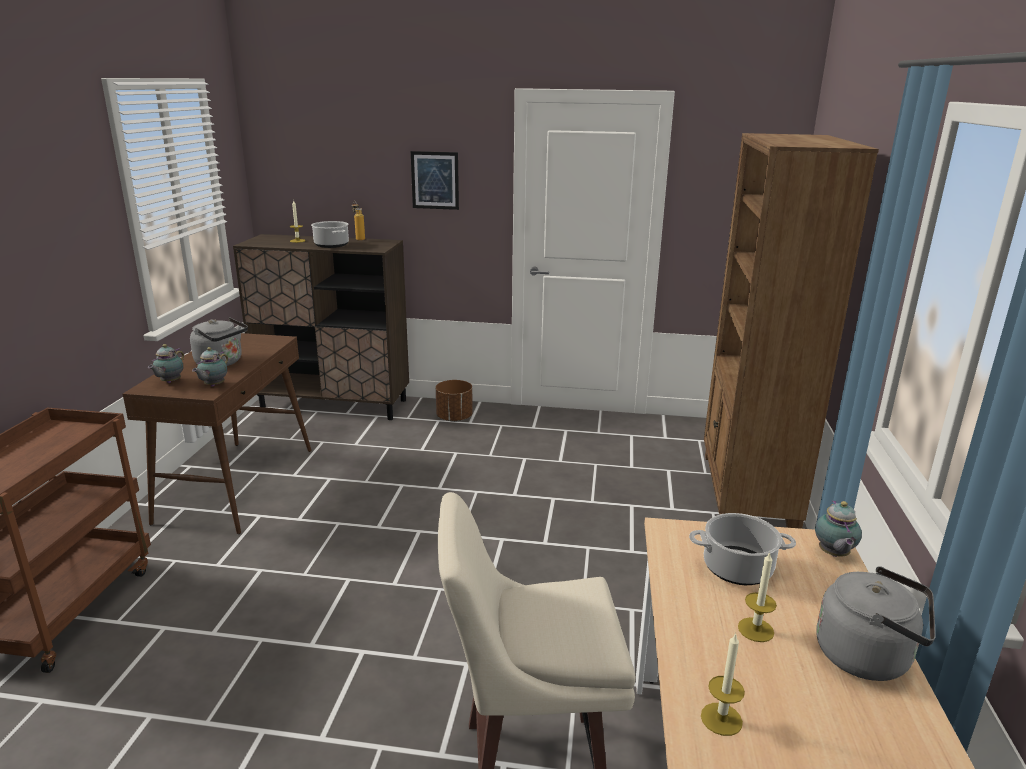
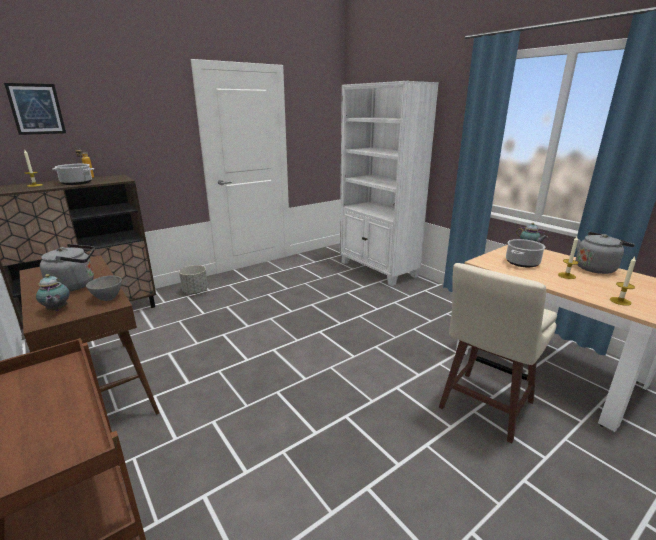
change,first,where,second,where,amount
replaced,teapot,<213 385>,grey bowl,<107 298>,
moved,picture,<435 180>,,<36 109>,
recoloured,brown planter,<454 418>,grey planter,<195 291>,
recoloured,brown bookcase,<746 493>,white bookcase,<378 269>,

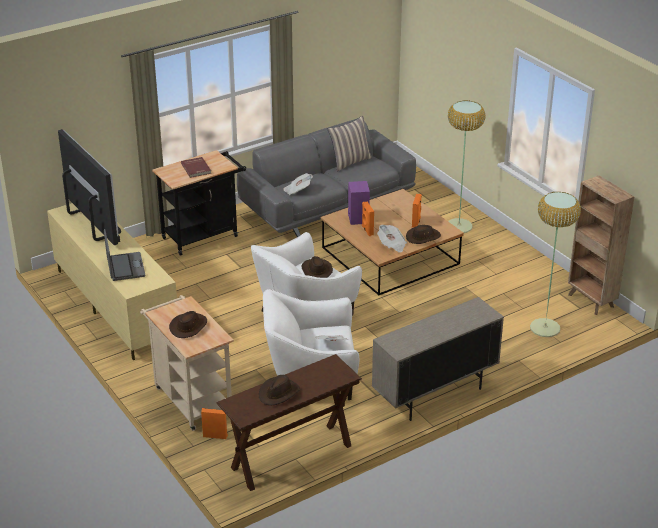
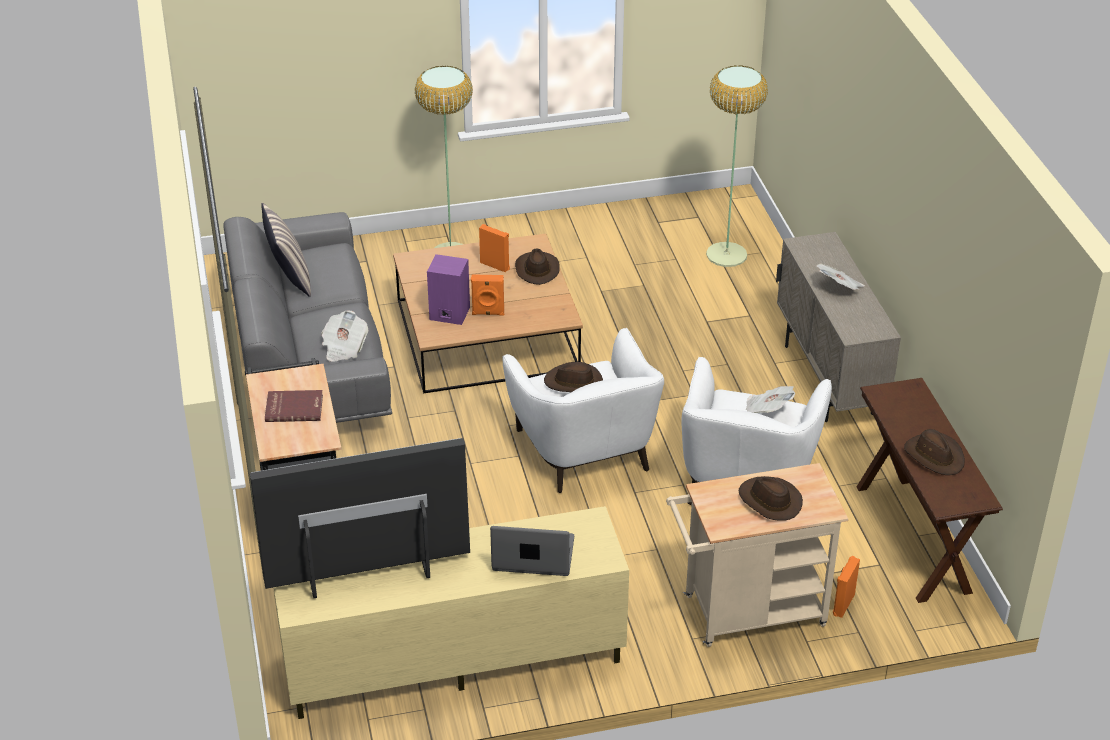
change,first,where,second,where,amount
moved,newspaper,<392 245>,,<840 288>,
removed,brown bookcase,<591 301>,,,

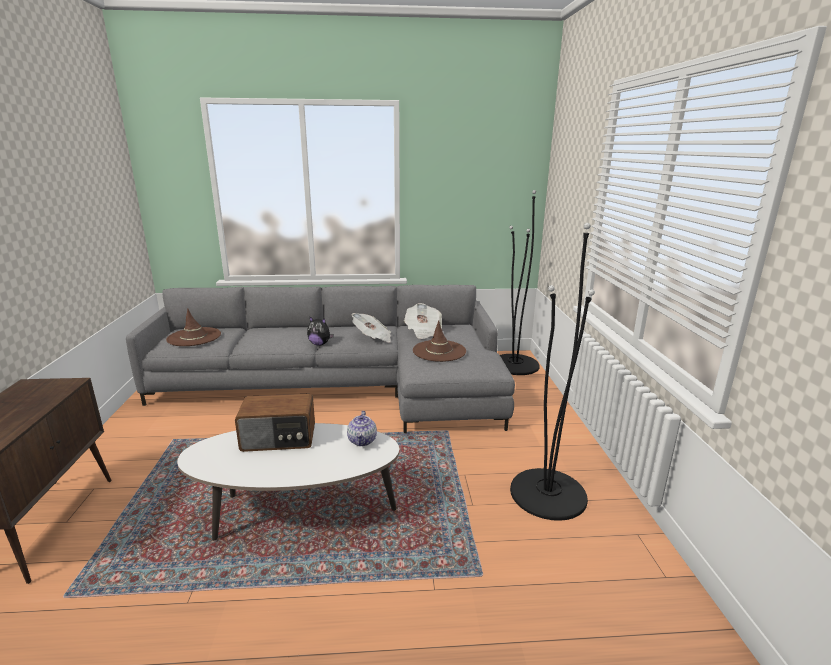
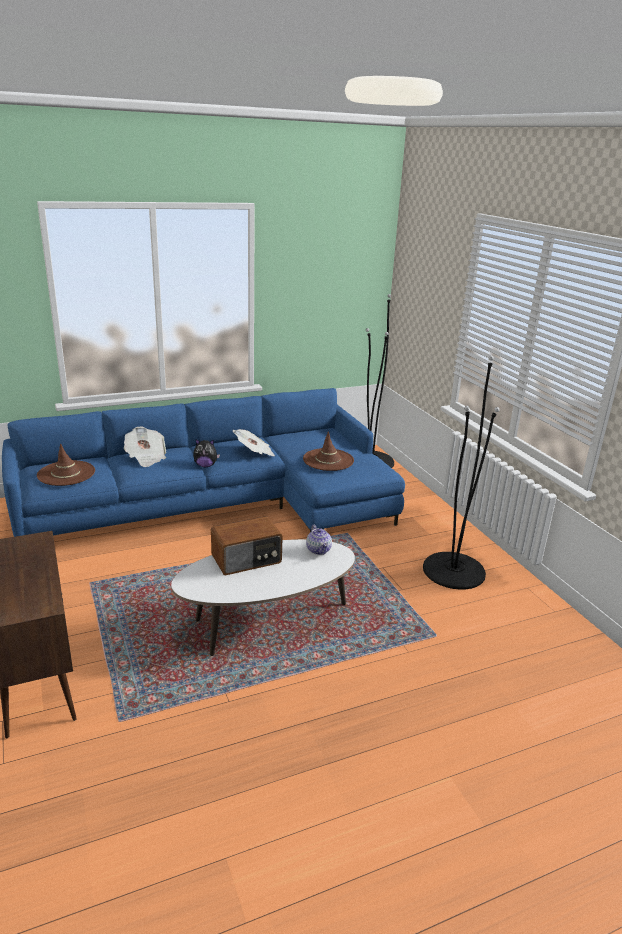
change,first,where,second,where,amount
recoloured,grey sofa,<343 386>,blue sofa,<220 505>,
moved,newspaper,<423 331>,,<146 457>,

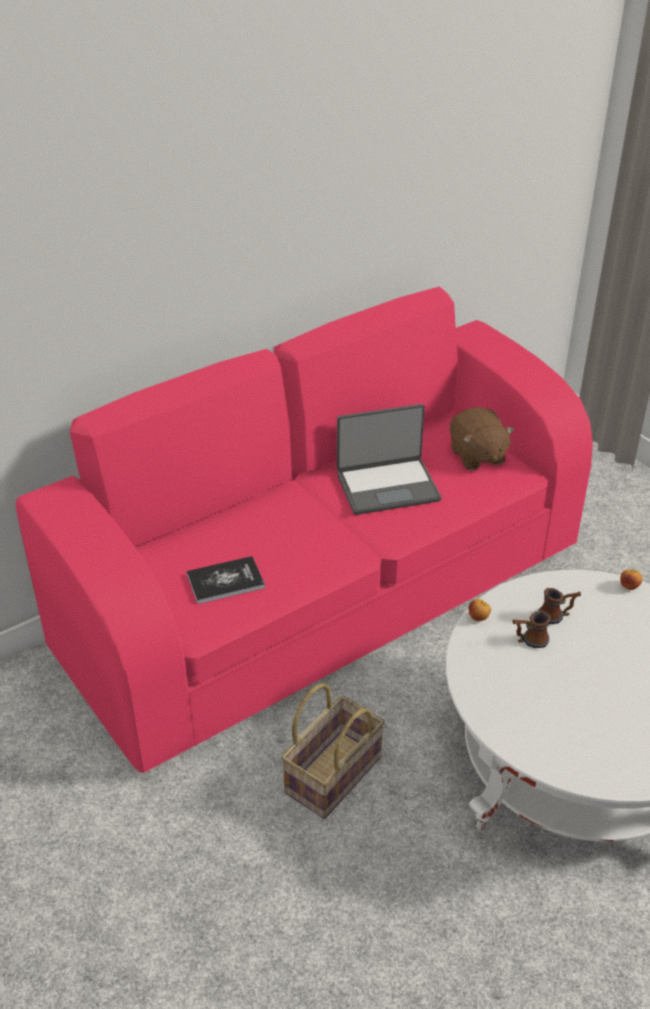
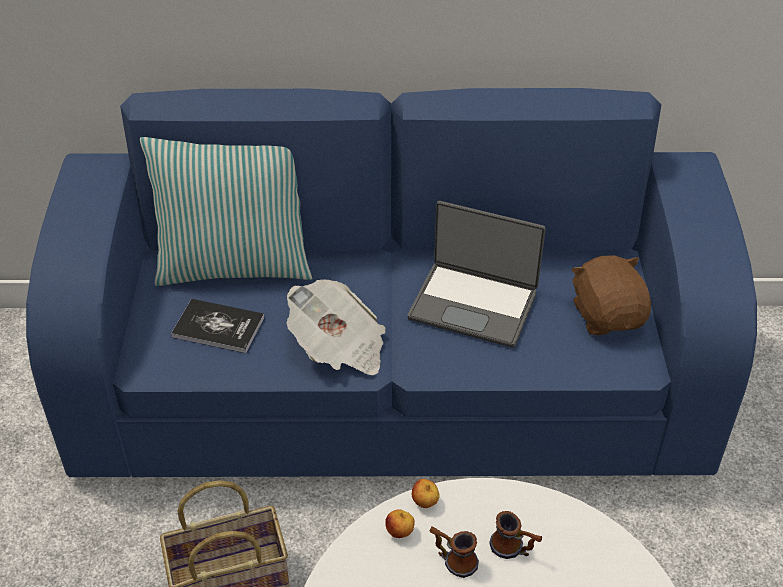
change,first,where,second,where,amount
recoloured,pink sofa,<325 596>,blue sofa,<392 393>,
turned,brown plush toy,<477 456>,,<607 315>,150 degrees clockwise
moved,apple,<629 587>,,<400 532>,
added,,,pillow,<235 264>,
added,,,newspaper,<339 347>,

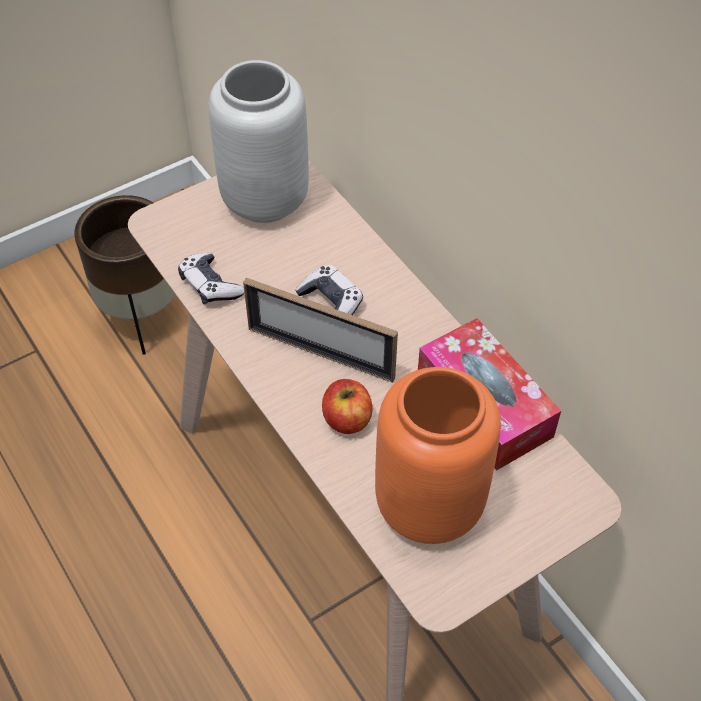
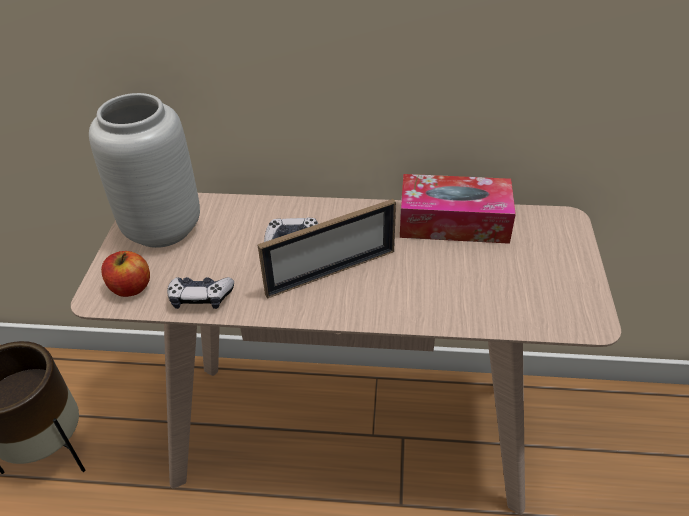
change,first,where,second,where,amount
moved,apple,<347 419>,,<130 287>,
removed,orange vase,<429 507>,,,

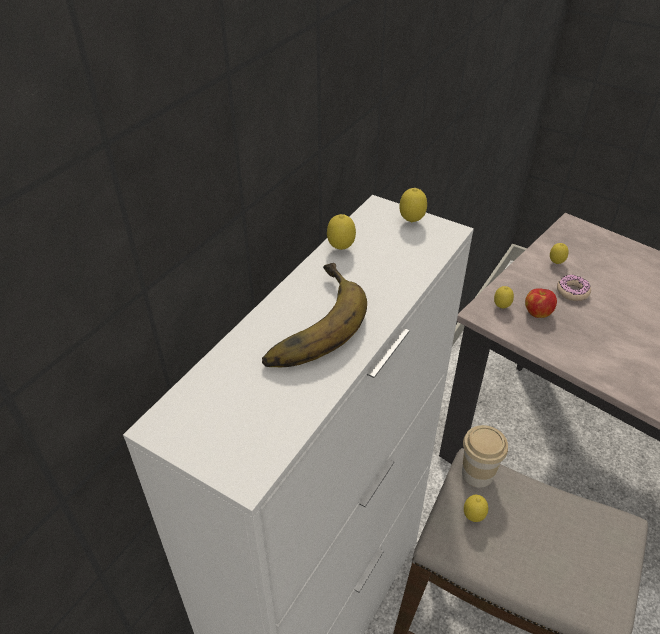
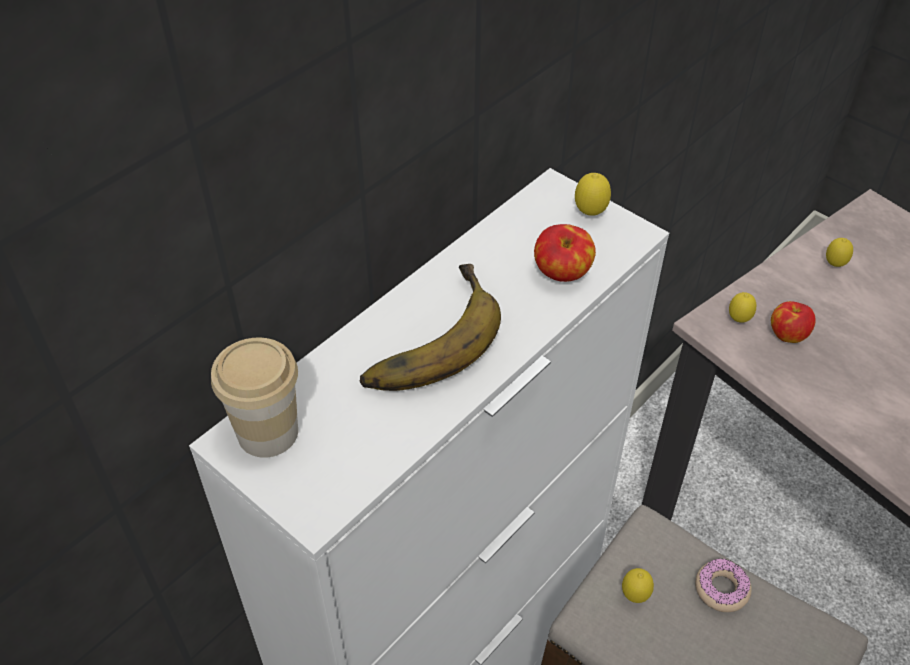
change,first,where,second,where,amount
removed,lemon,<341 249>,,,
moved,cup,<477 473>,,<268 432>,
moved,donut,<572 292>,,<721 589>,
added,,,apple,<562 274>,

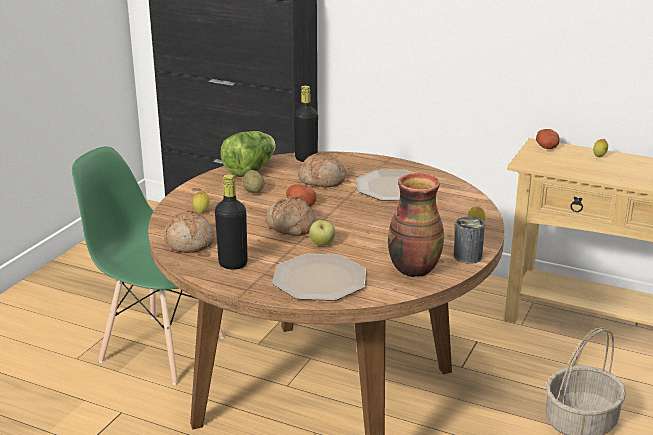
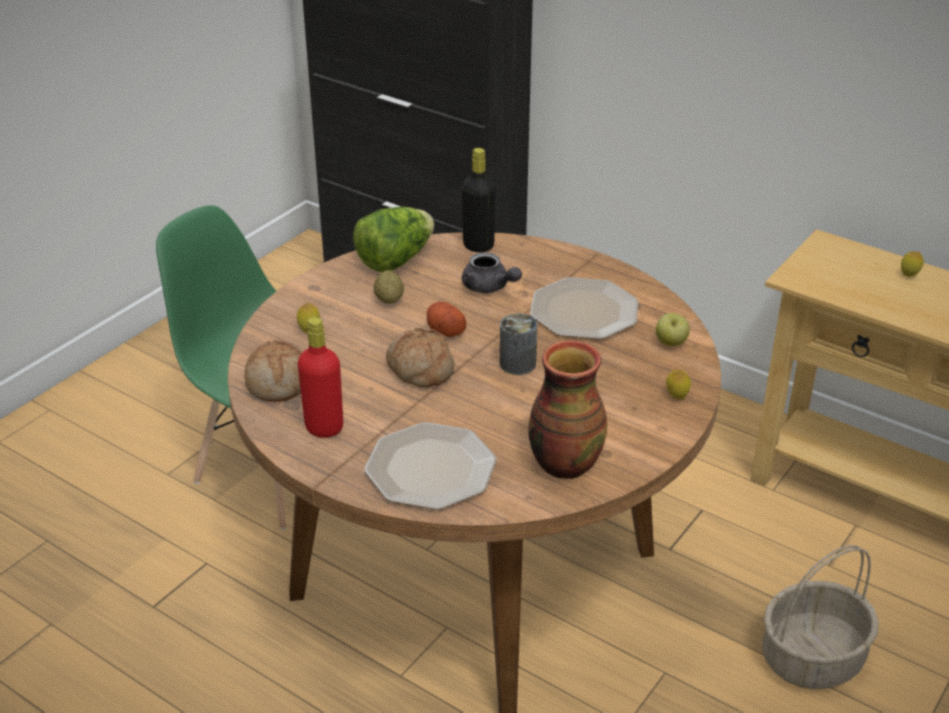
change,first,where,second,where,amount
recoloured,black bottle,<233 264>,red bottle,<324 427>,
replaced,bread,<322 180>,grey teapot,<489 287>,
moved,apple,<322 244>,,<671 343>,
moved,can,<467 256>,,<517 364>,
removed,potato,<547 147>,,,

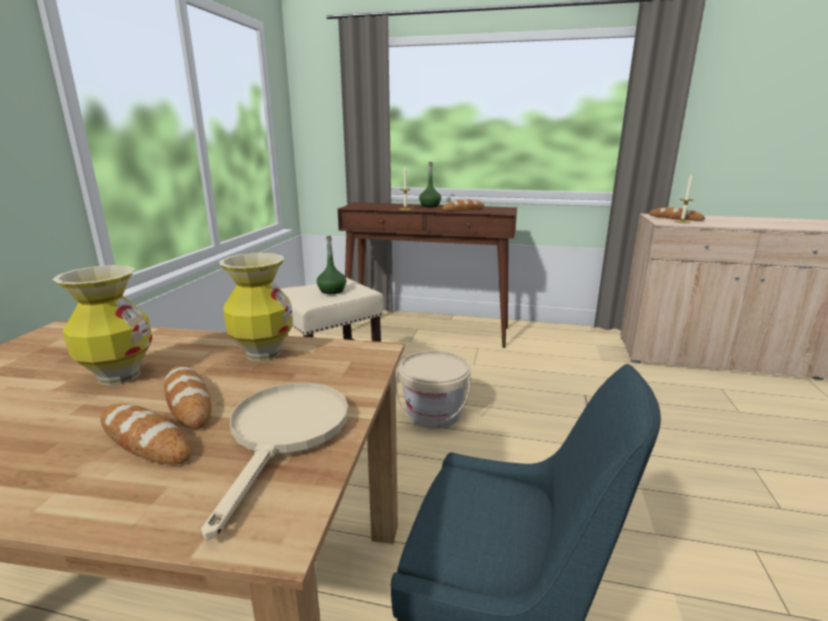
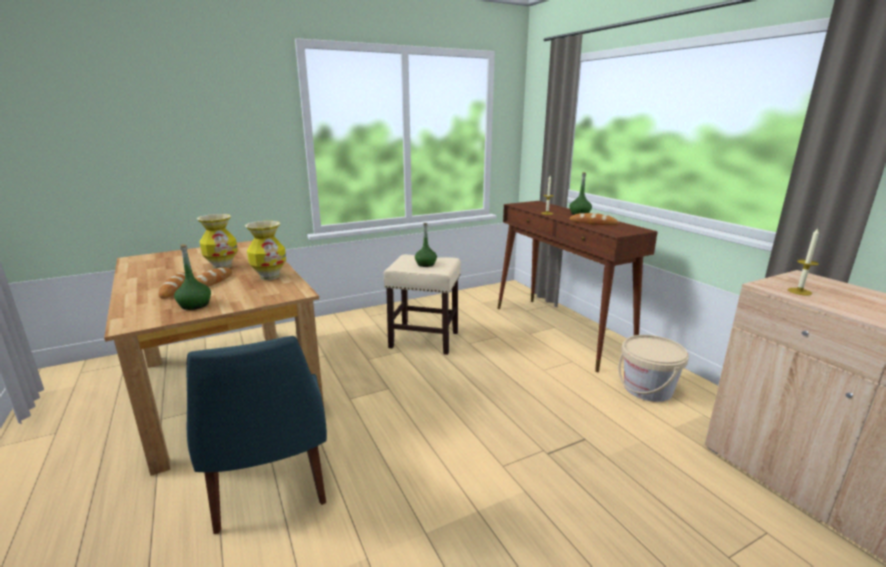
change,first,where,second,where,amount
replaced,beige frying pan,<285 434>,green bottle,<195 305>,
moved,beige bucket,<433 414>,,<647 389>,
removed,bread,<675 218>,,,

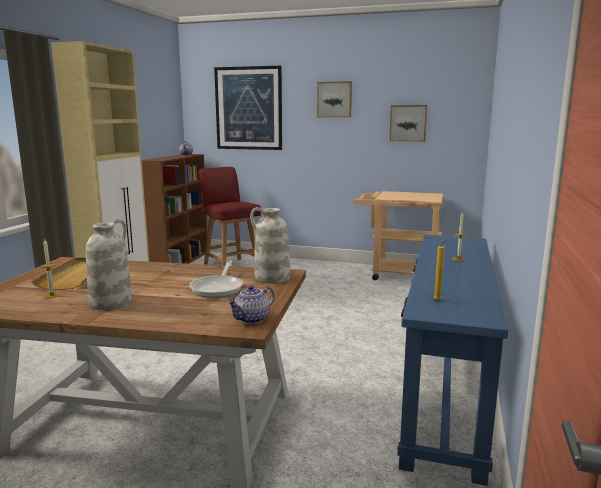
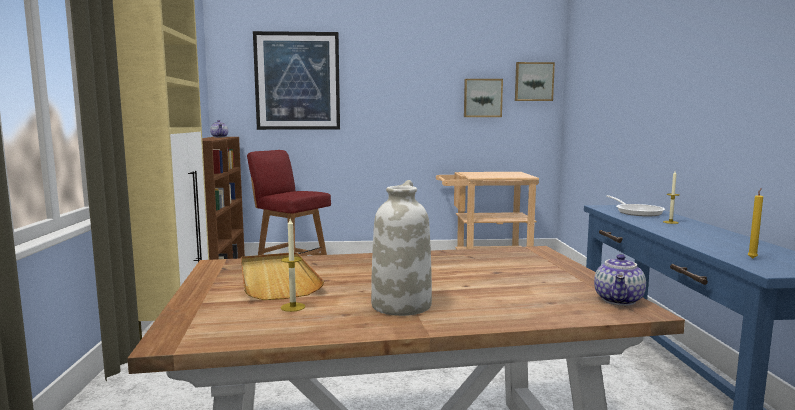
change,first,where,second,where,amount
moved,frying pan,<218 288>,,<637 212>,
removed,white vase,<271 278>,,,
moved,picture,<334 99>,,<533 81>,

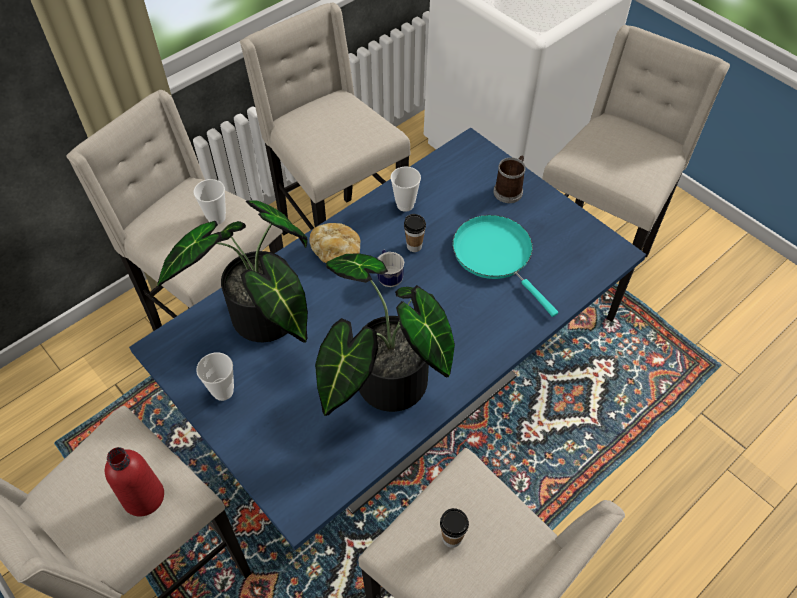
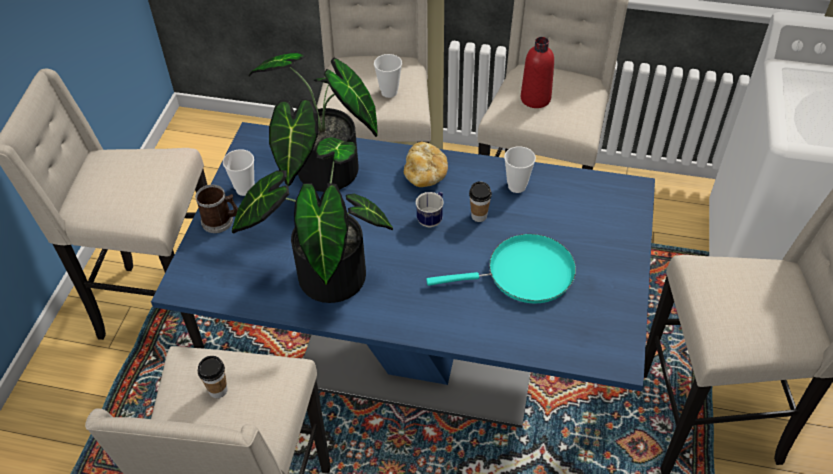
change,first,where,second,where,amount
moved,red bottle,<144 497>,,<535 99>,
turned,turquoise frying pan,<496 255>,,<524 274>,60 degrees clockwise
moved,mug,<509 190>,,<221 221>,

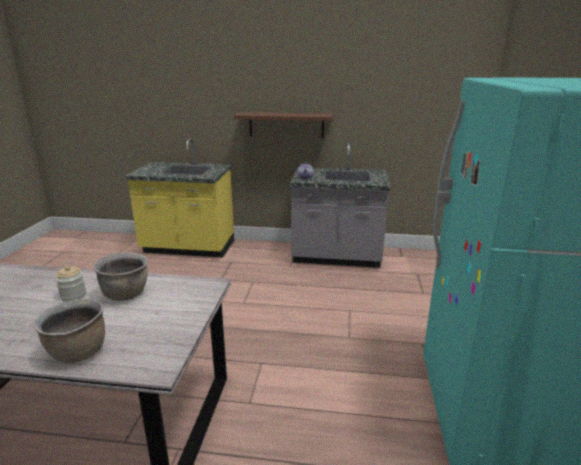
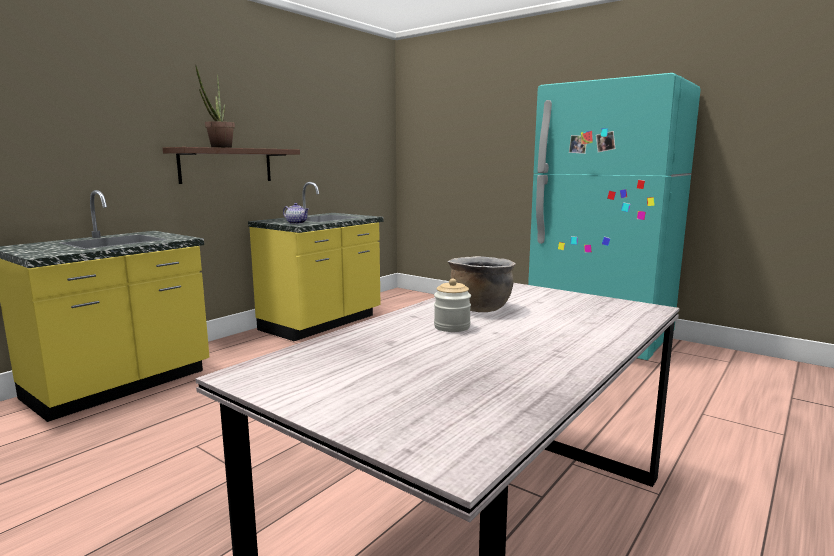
change,first,where,second,where,amount
removed,brown cooking pot,<78 353>,,,
recoloured,grey counter,<336 257>,yellow counter,<322 323>,
added,,,potted plant,<219 147>,

